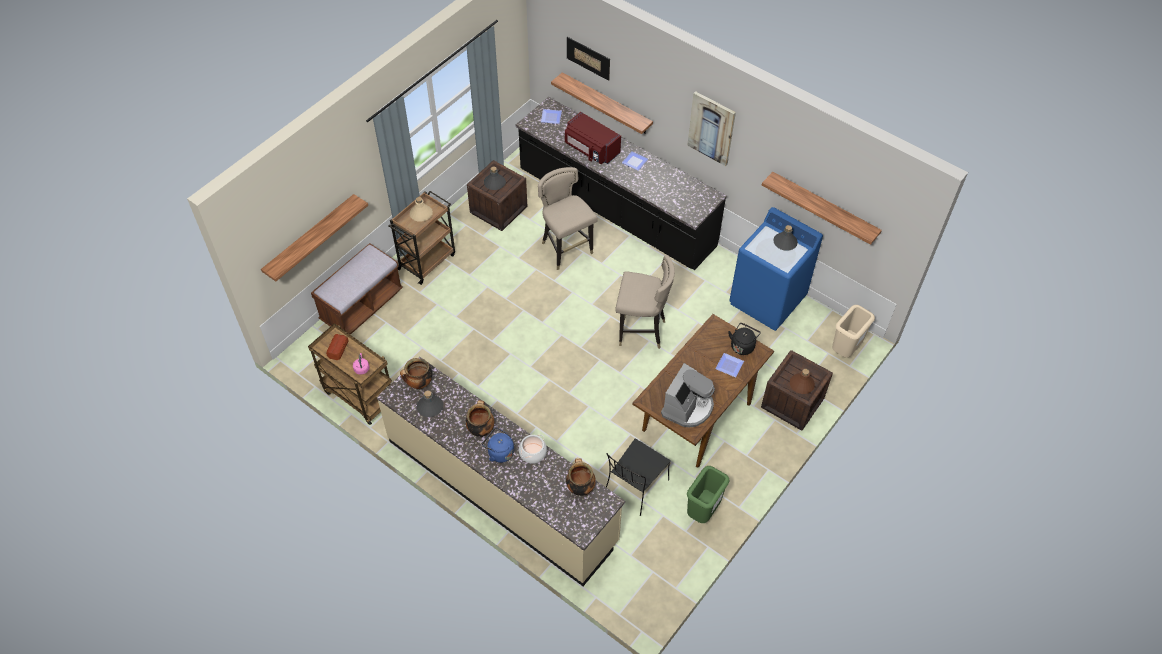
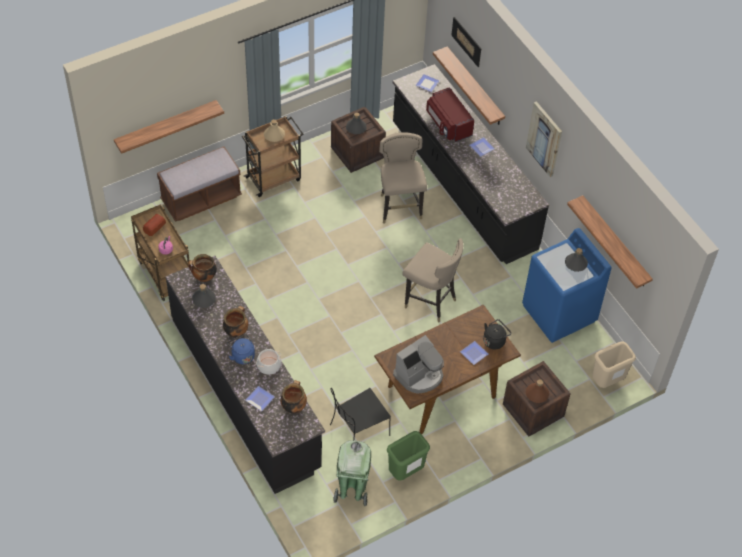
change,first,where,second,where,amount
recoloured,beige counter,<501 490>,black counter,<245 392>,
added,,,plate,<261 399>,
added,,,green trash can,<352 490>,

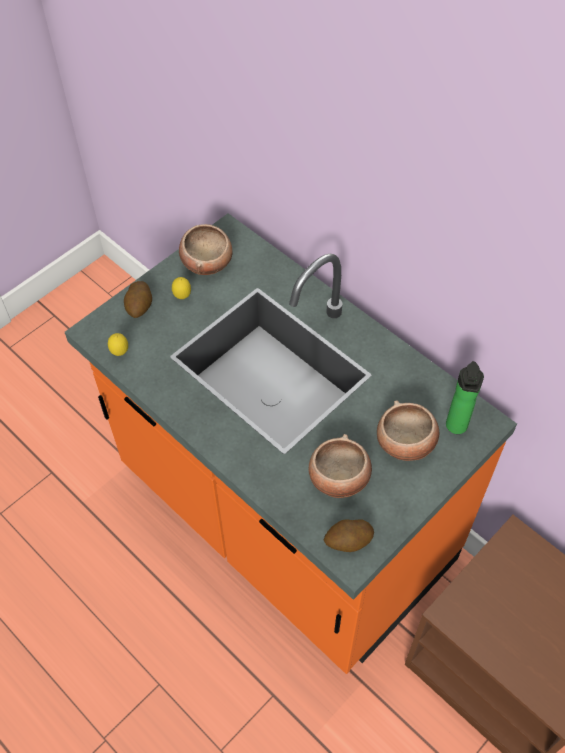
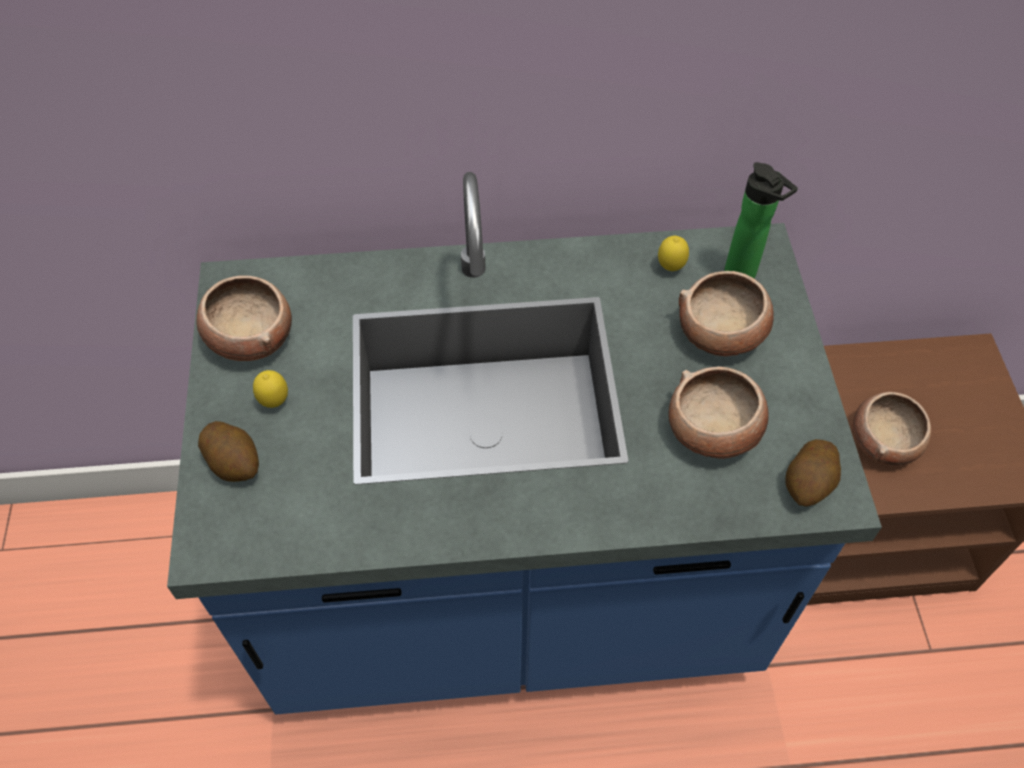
change,first,where,second,where,amount
recoloured,orange counter,<284 518>,blue counter,<512 592>,
moved,lemon,<120 353>,,<670 268>,
added,,,bowl,<884 440>,

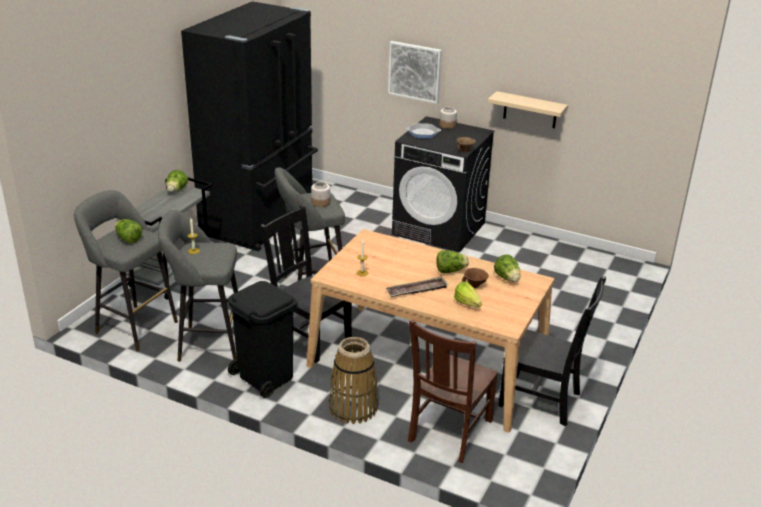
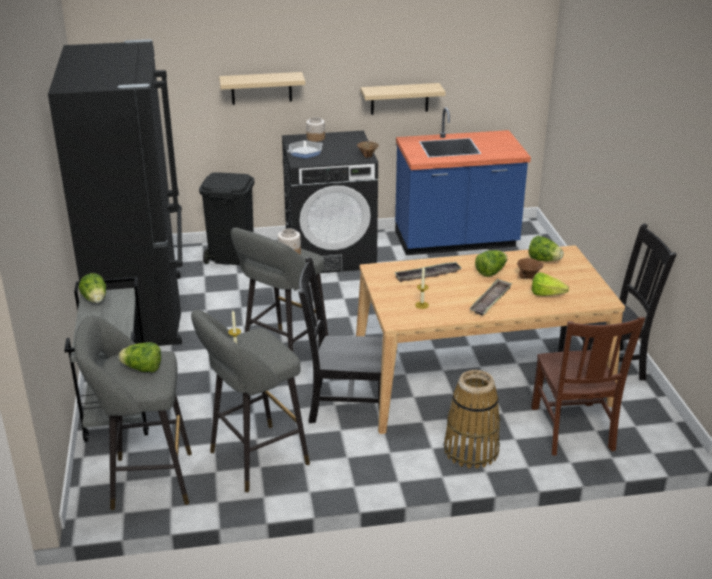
change,first,where,second,where,amount
moved,black trash can,<264 376>,,<231 257>,
replaced,picture,<415 71>,beige shelf,<261 88>,
added,,,tray,<427 275>,
added,,,blue counter,<456 241>,

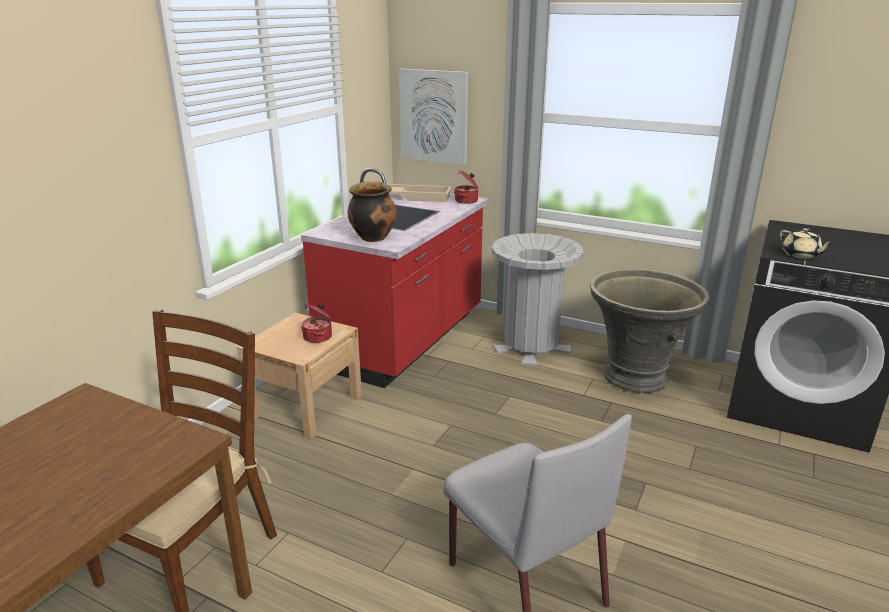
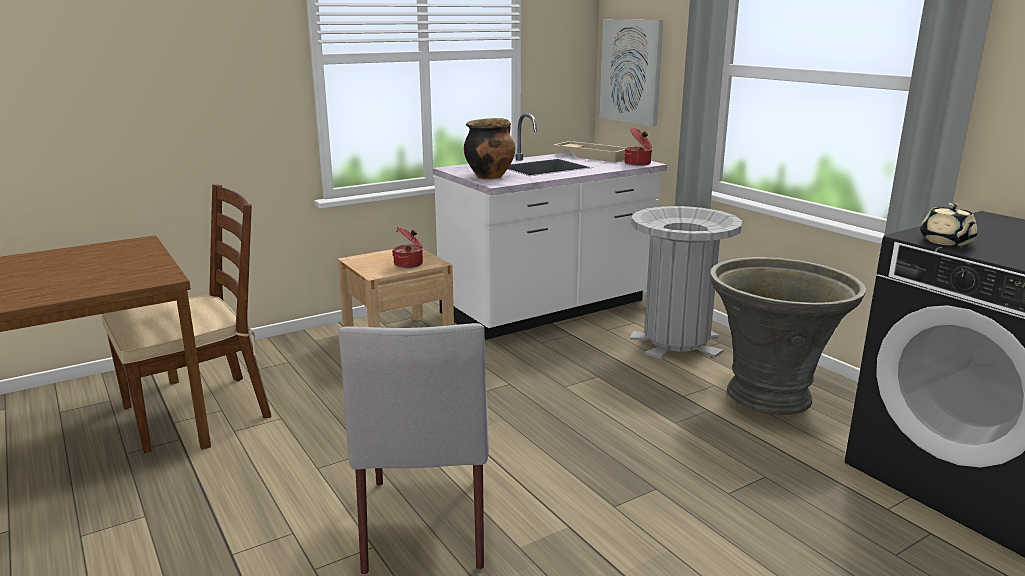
change,first,where,second,where,amount
recoloured,red counter,<406 340>,white counter,<548 309>,

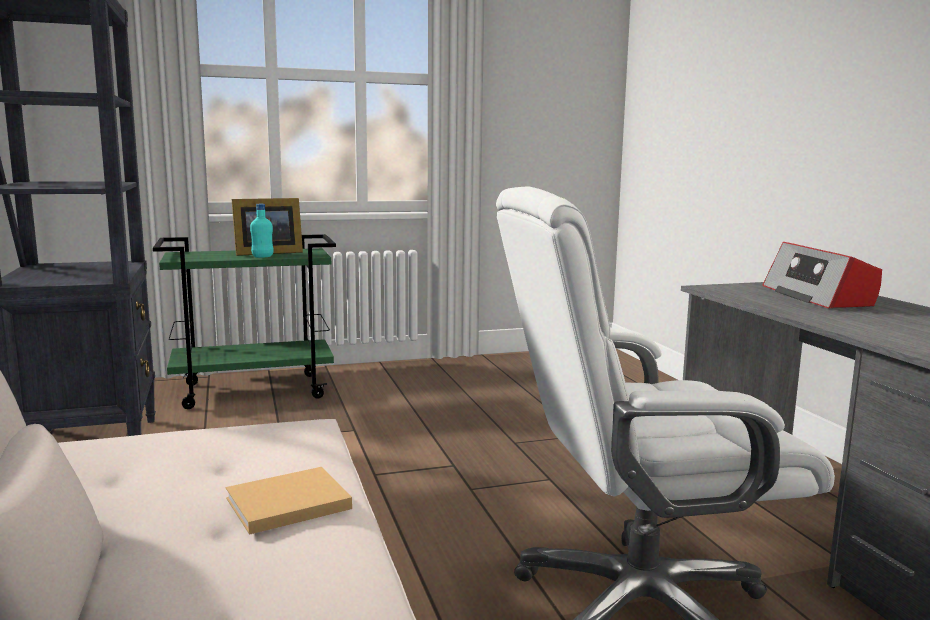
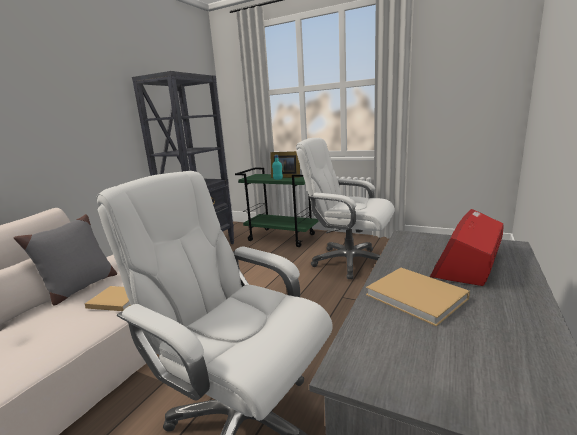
change,first,where,second,where,amount
added,,,grey pillow,<80 288>,
added,,,white office chair,<348 261>,
added,,,beige book,<418 298>,

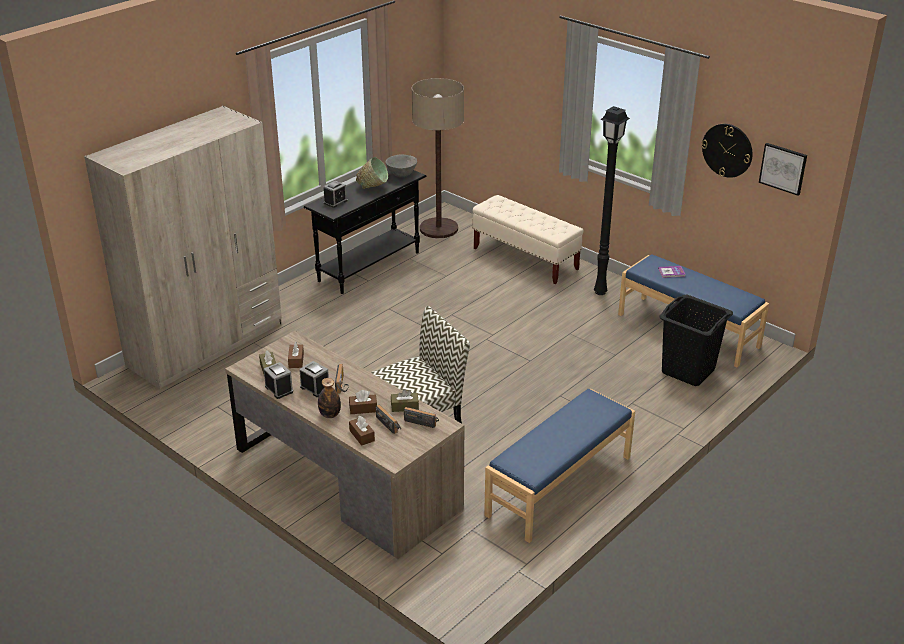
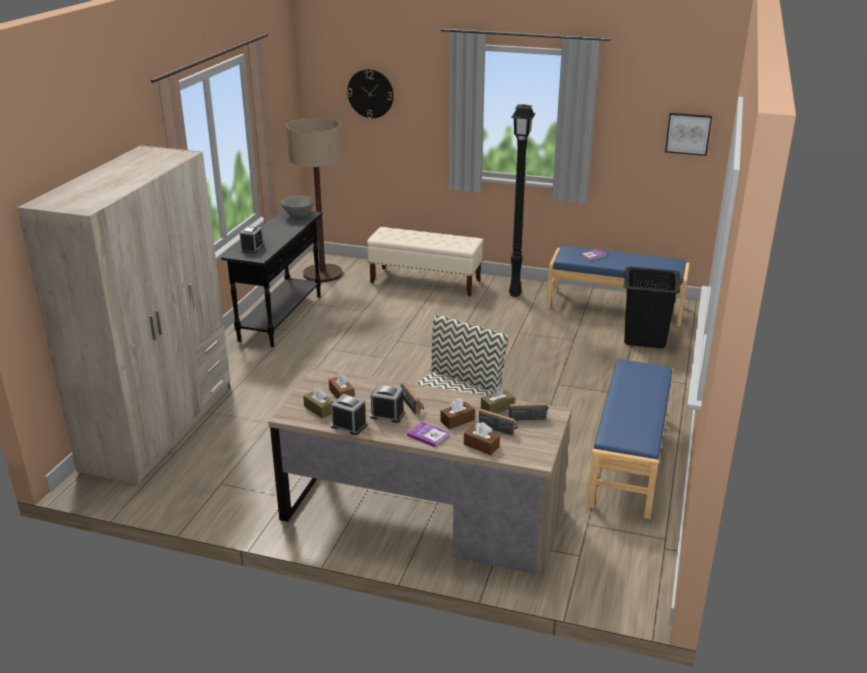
change,first,where,second,where,amount
replaced,bottle,<330 415>,book,<428 435>,
removed,green bowl,<373 188>,,,
moved,wall clock,<727 150>,,<370 93>,

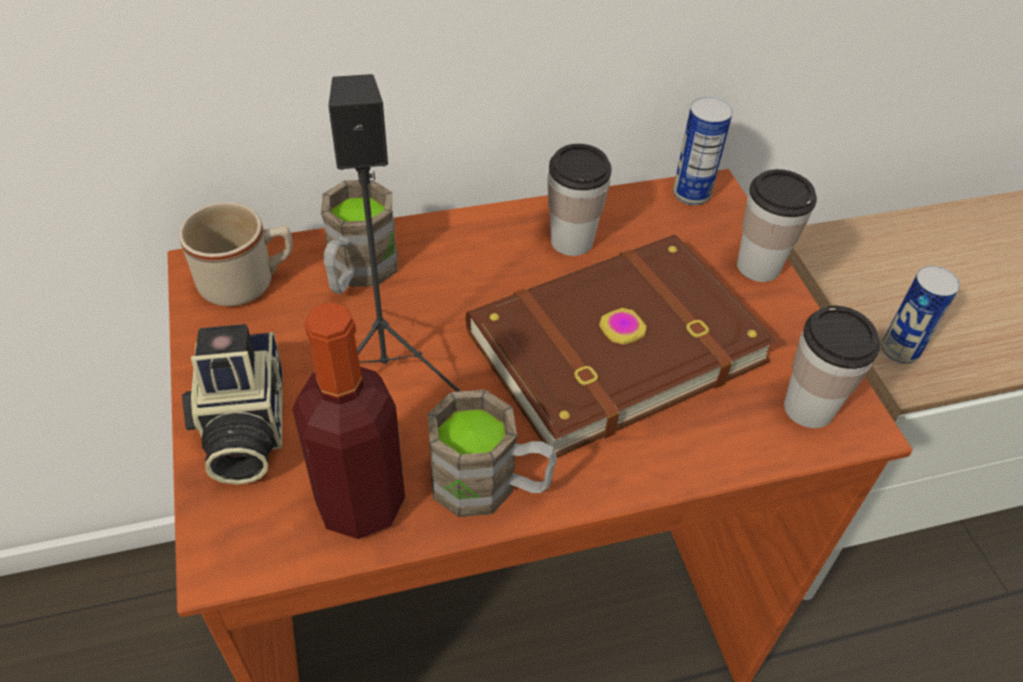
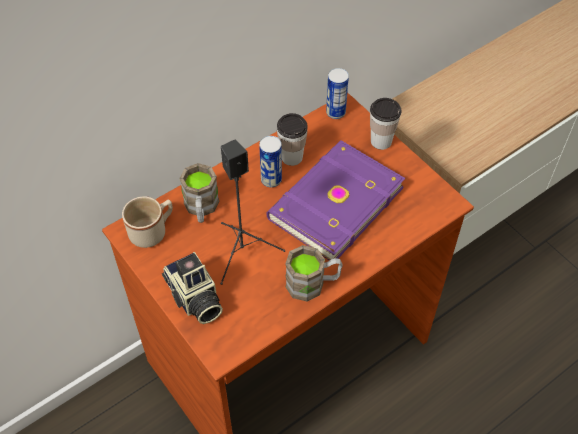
change,first,where,second,where,amount
removed,bottle,<361 503>,,,
recoloured,brown book,<612 343>,purple book,<333 202>,
removed,cup,<808 408>,,,
moved,can,<899 350>,,<271 180>,

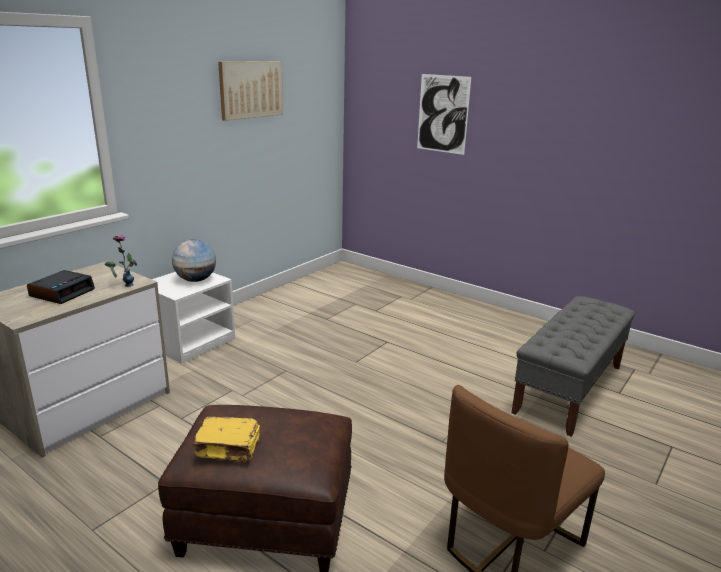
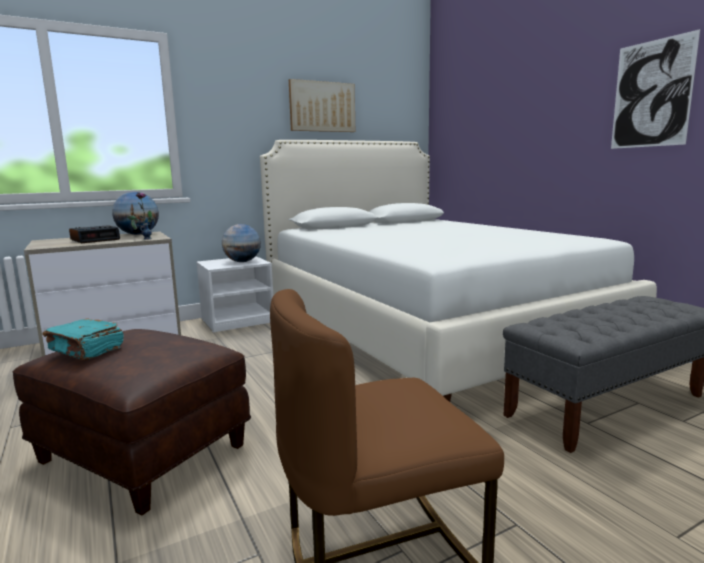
change,first,where,second,where,amount
recoloured,yellow book,<229 448>,turquoise book,<86 350>,
moved,picture,<443 114>,,<651 94>,
added,,,globe,<138 234>,
added,,,white bed,<426 328>,

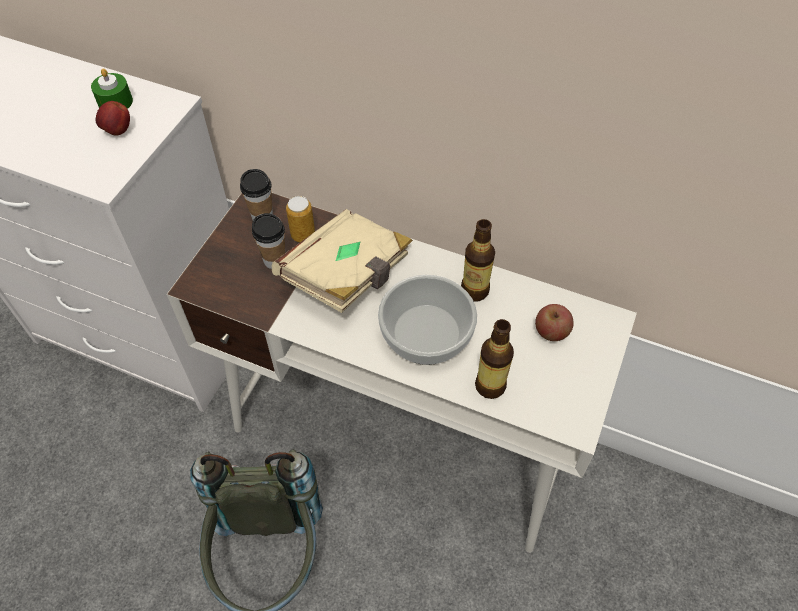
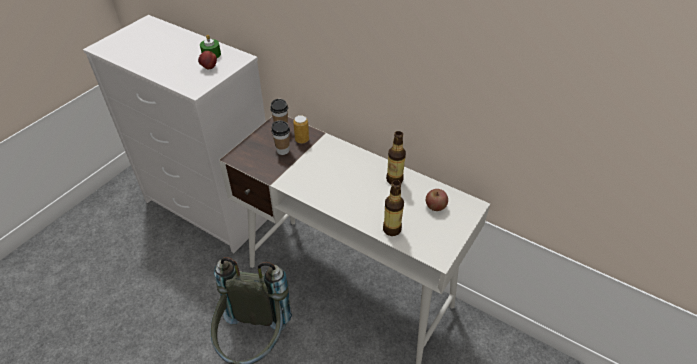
change,first,where,second,where,amount
removed,beige book,<348 275>,,,
removed,bowl,<426 334>,,,

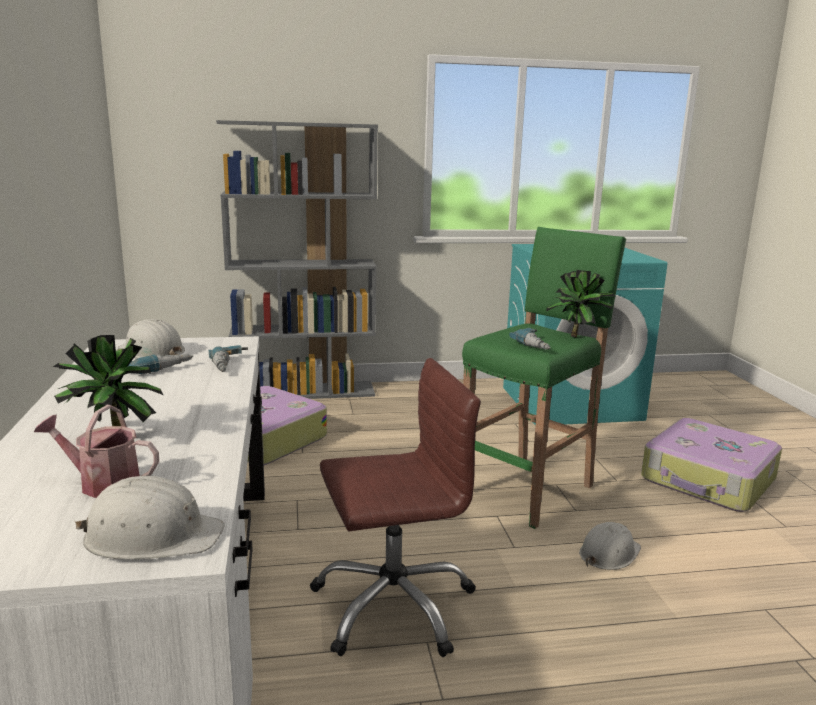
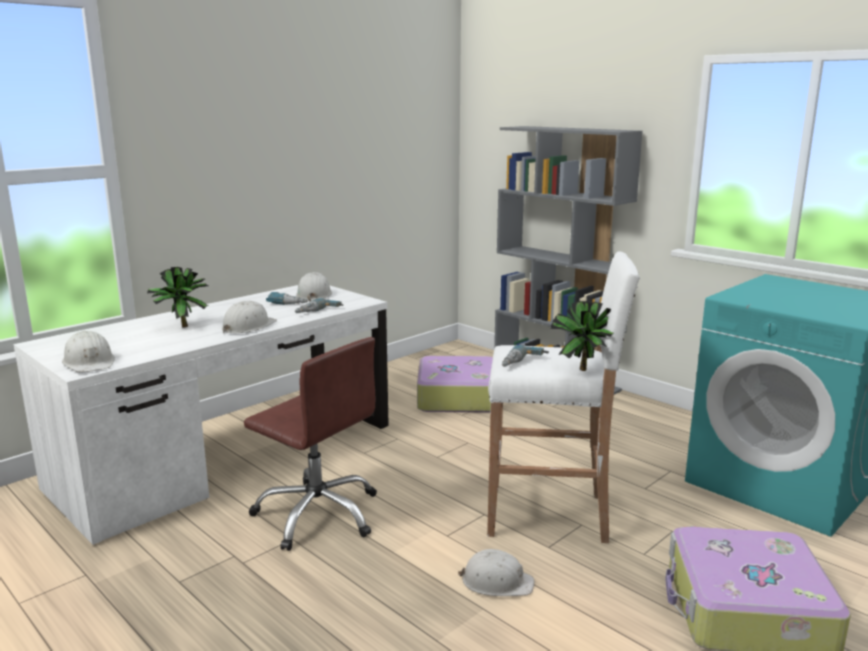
change,first,where,second,where,amount
removed,watering can,<102 483>,,,
recoloured,green stool,<528 489>,white stool,<550 515>,
added,,,white hard hat,<248 326>,

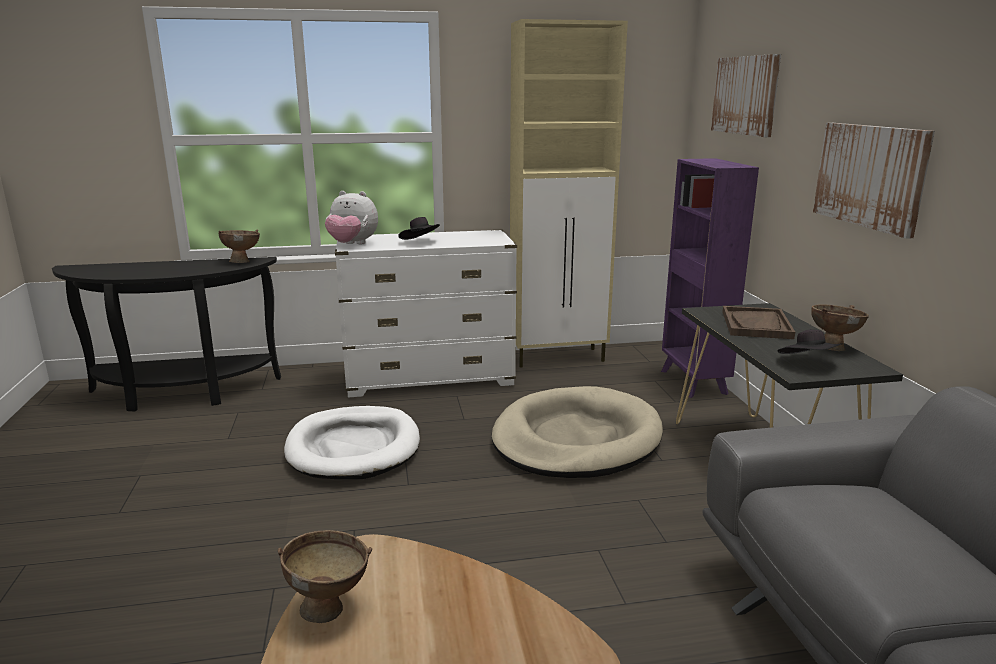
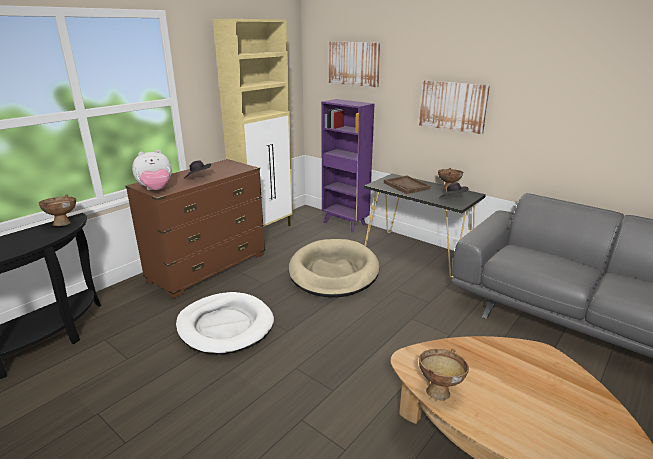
change,first,where,second,where,amount
recoloured,white dresser,<429 378>,brown dresser,<208 267>,

